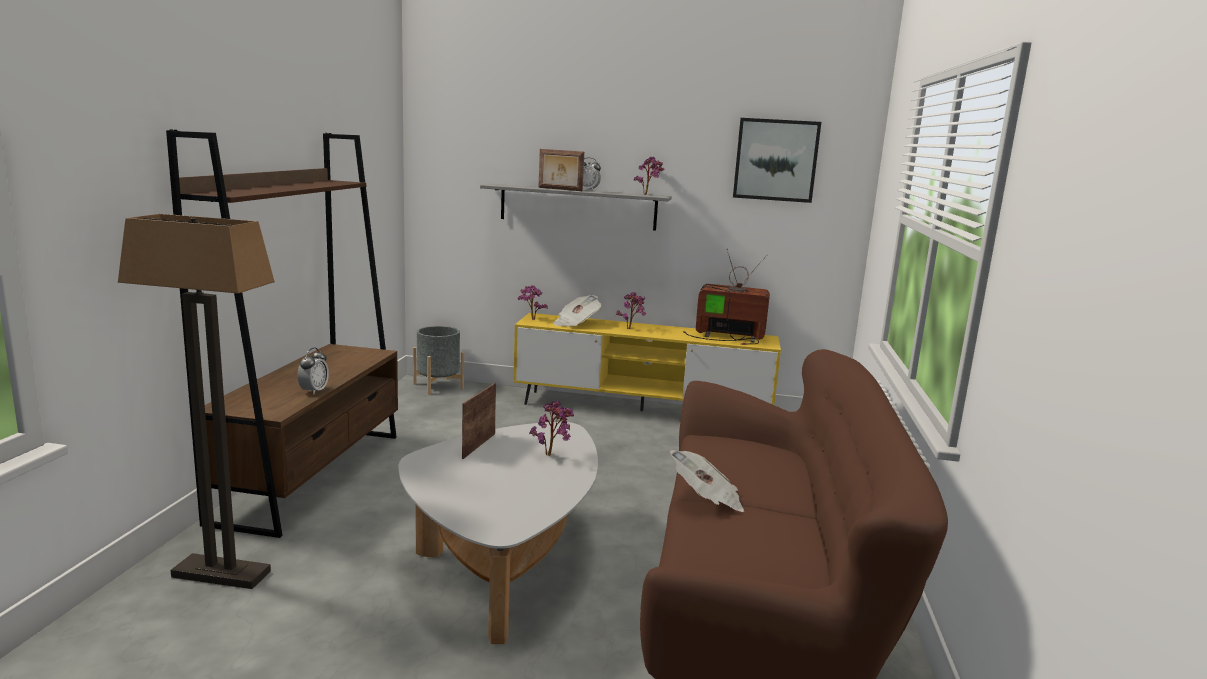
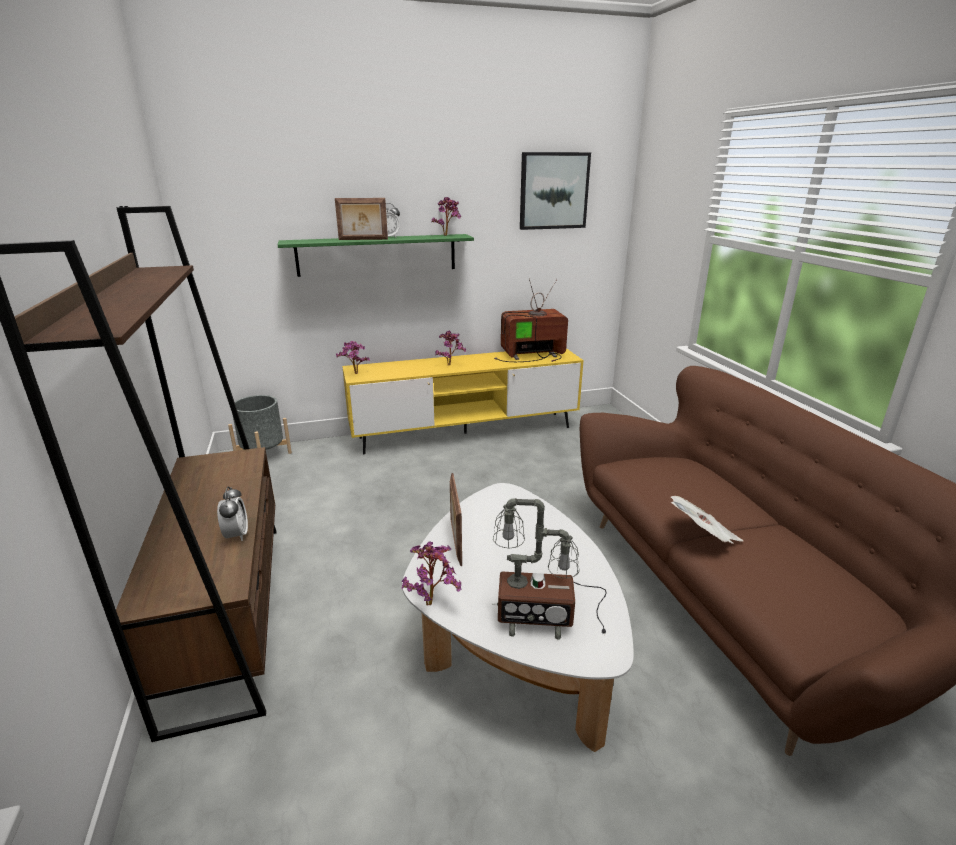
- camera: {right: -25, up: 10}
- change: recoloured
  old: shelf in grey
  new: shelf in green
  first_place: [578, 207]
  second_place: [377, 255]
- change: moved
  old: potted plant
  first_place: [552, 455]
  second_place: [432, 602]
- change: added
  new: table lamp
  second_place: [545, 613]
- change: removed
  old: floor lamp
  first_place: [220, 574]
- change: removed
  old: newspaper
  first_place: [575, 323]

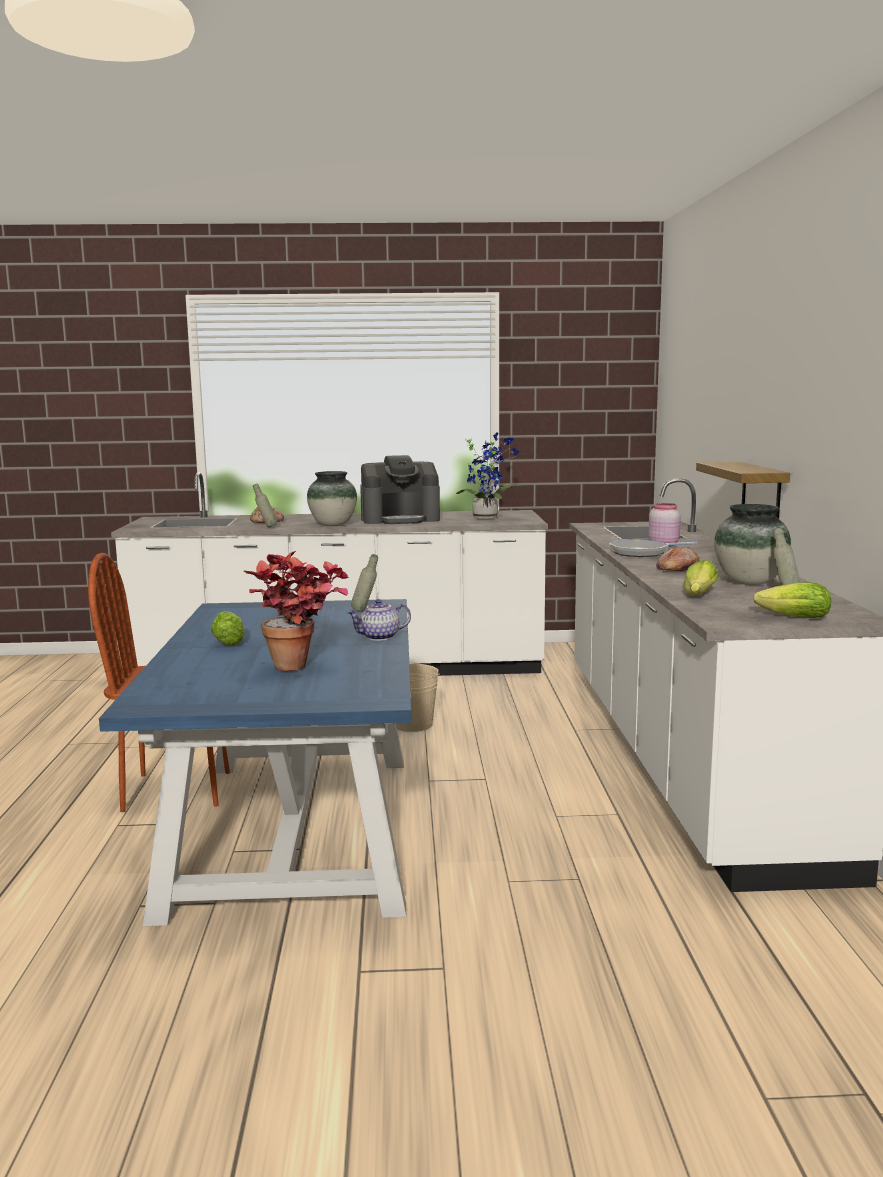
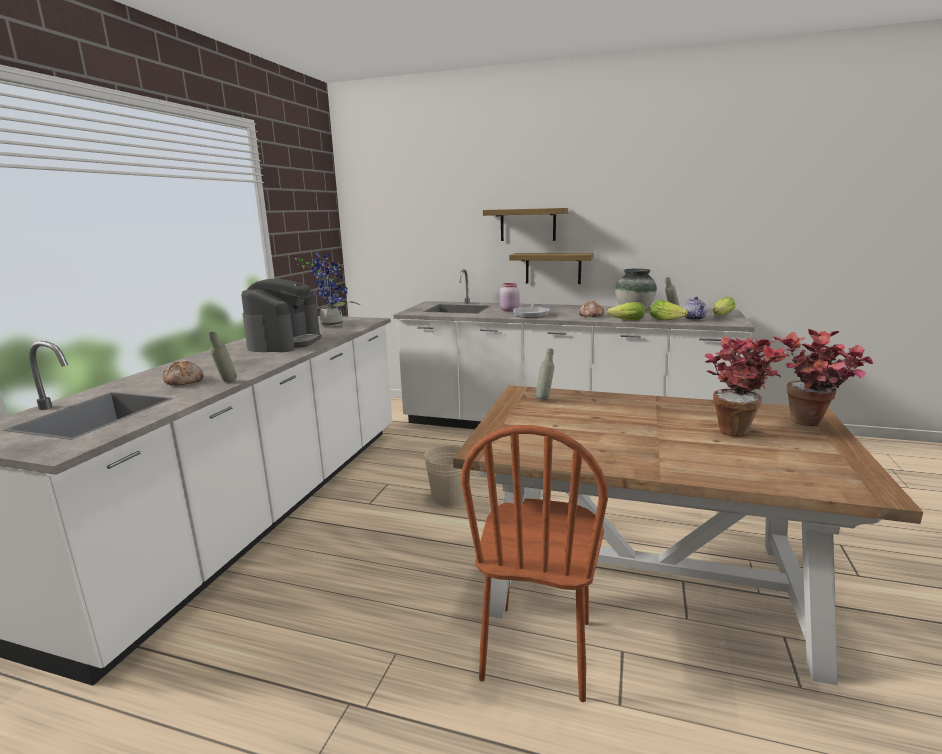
- camera: {right: -70, up: 5}
- change: recoloured
  old: dining table in blue
  new: dining table in brown
  first_place: [296, 830]
  second_place: [647, 579]
- change: added
  new: shelf
  second_place: [528, 224]
- change: moved
  old: lettuce
  first_place: [230, 641]
  second_place: [625, 320]
- change: moved
  old: teapot
  first_place: [379, 637]
  second_place: [694, 319]
- change: added
  new: potted plant
  second_place: [812, 426]
- change: removed
  old: vase
  first_place: [332, 525]

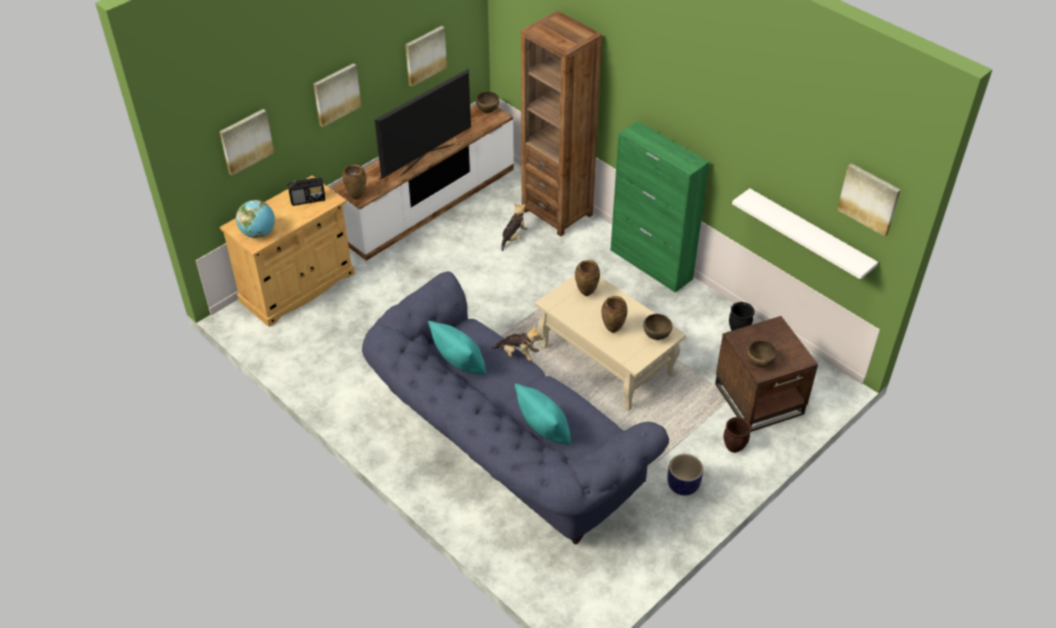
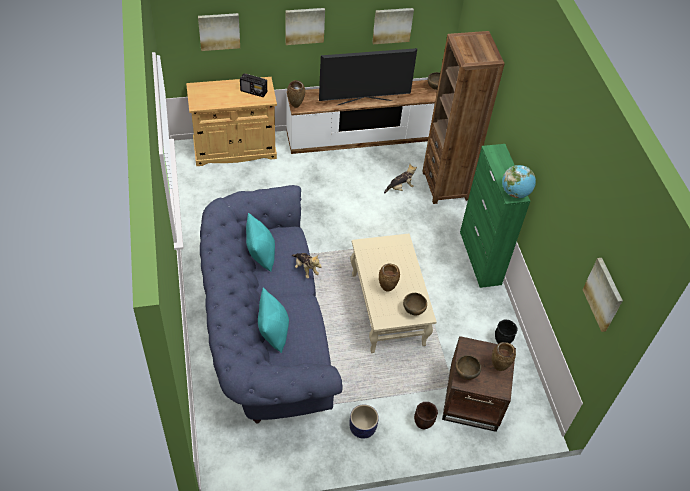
- camera: {right: 30, up: 5}
- change: moved
  old: vase in brown
  first_place: [586, 293]
  second_place: [498, 367]
- change: moved
  old: globe
  first_place: [258, 233]
  second_place: [515, 193]
- change: removed
  old: shelf in white
  first_place: [809, 235]

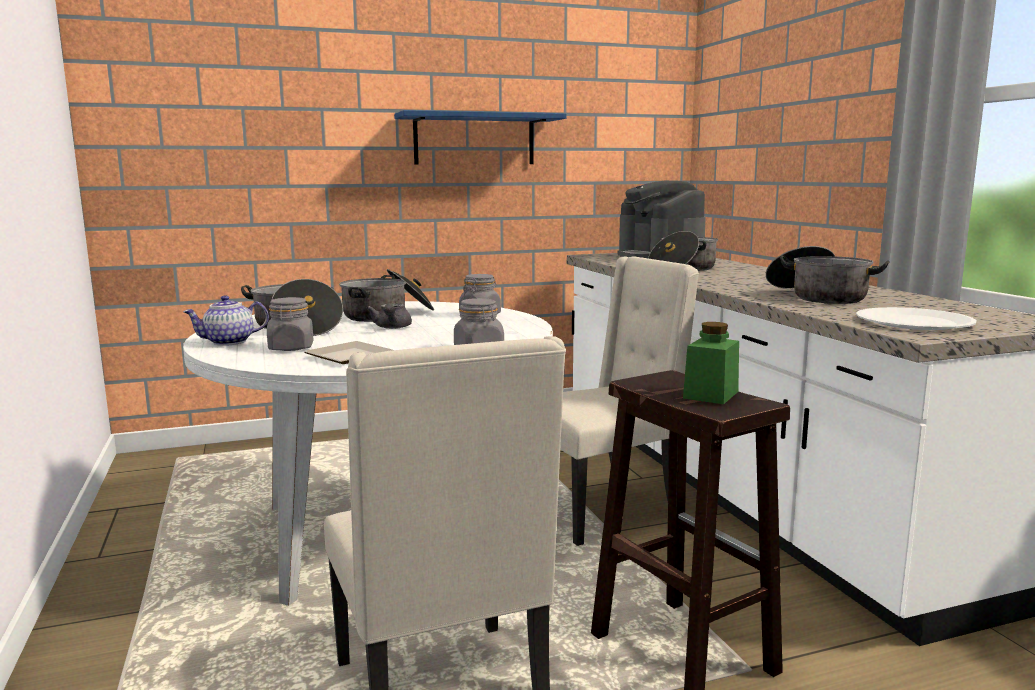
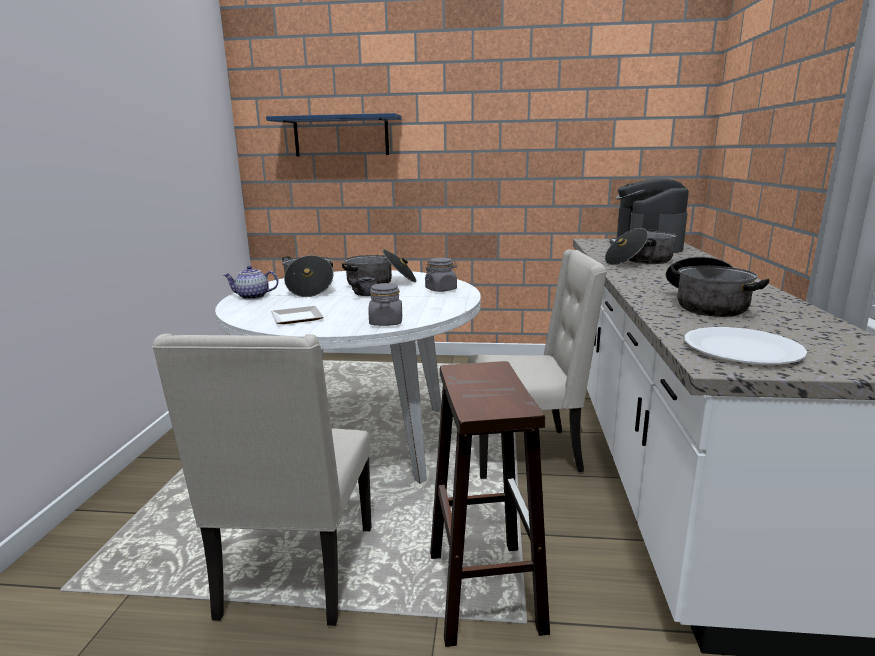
- camera: {right: 25, up: 5}
- change: moved
  old: shelf in blue
  first_place: [474, 139]
  second_place: [341, 136]
- change: removed
  old: jar in grey
  first_place: [291, 348]
- change: removed
  old: jar in green
  first_place: [711, 394]

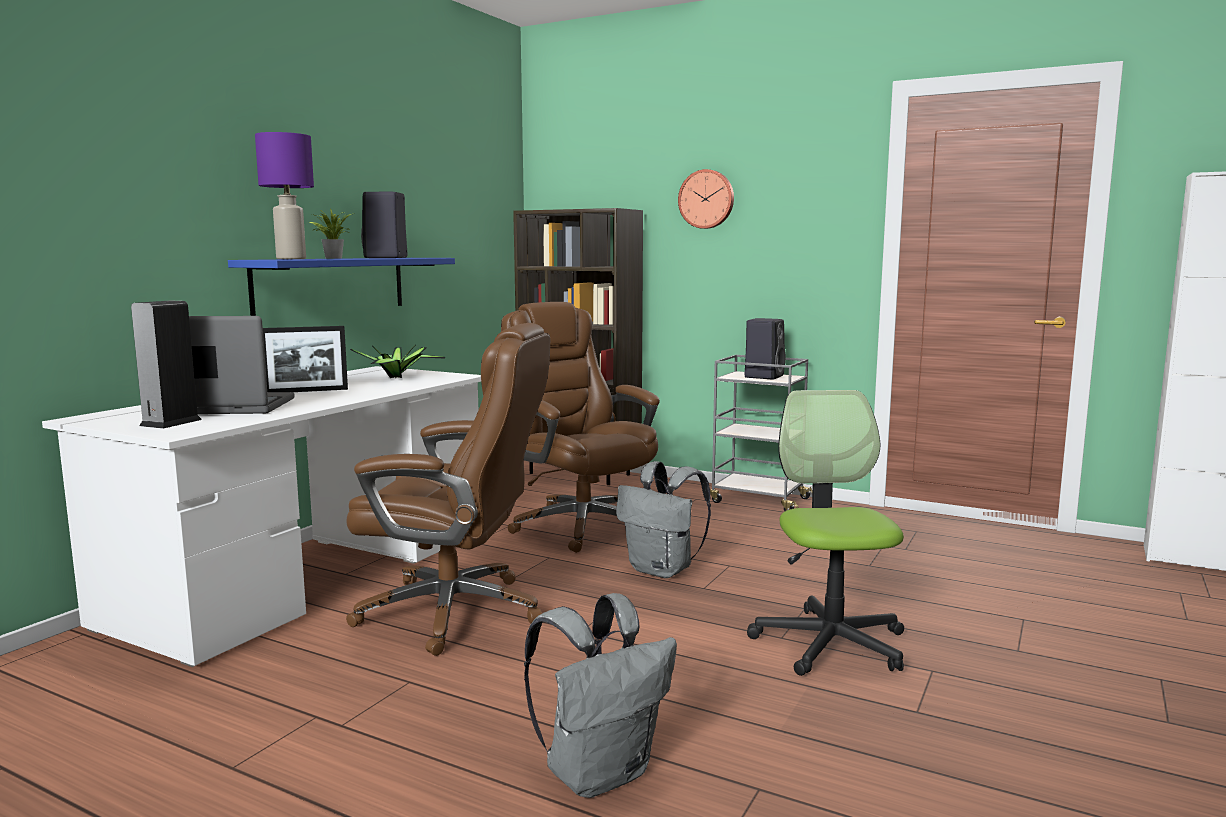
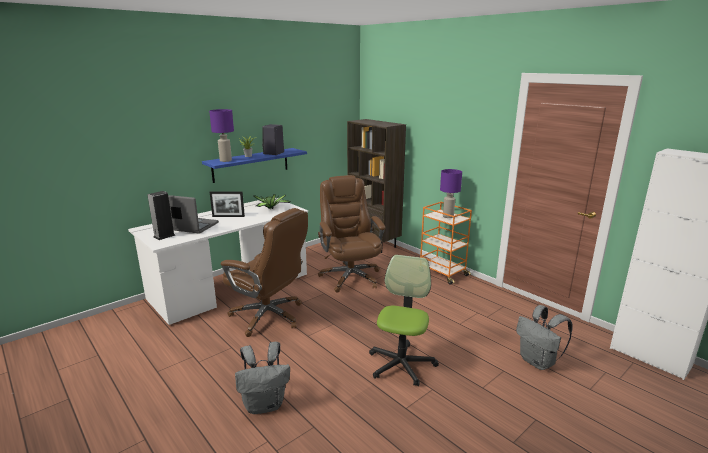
- camera: {right: 20, up: 10}
- change: recoloured
  old: cart in grey
  new: cart in orange
  first_place: [758, 500]
  second_place: [442, 273]
- change: replaced
  old: speaker in black
  new: table lamp in purple
  first_place: [764, 376]
  second_place: [448, 216]
- change: moved
  old: backpack in grey
  first_place: [663, 570]
  second_place: [538, 362]
- change: removed
  old: wall clock
  first_place: [707, 199]

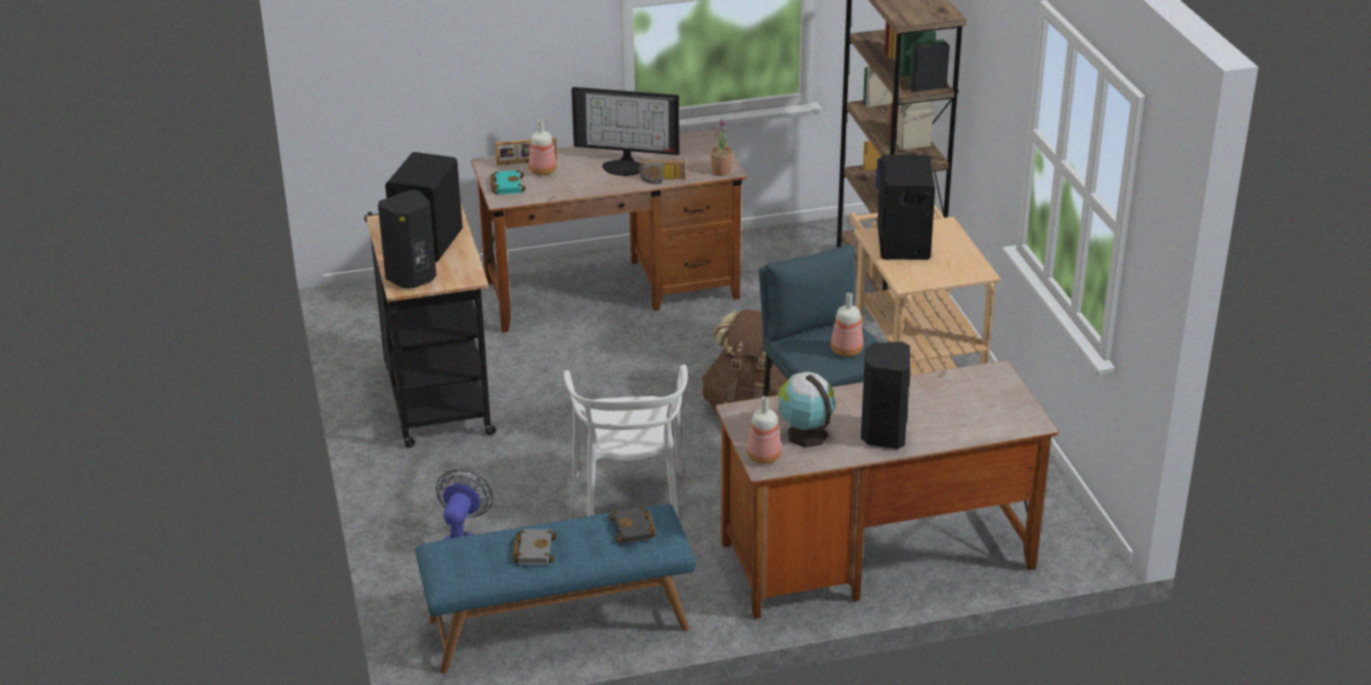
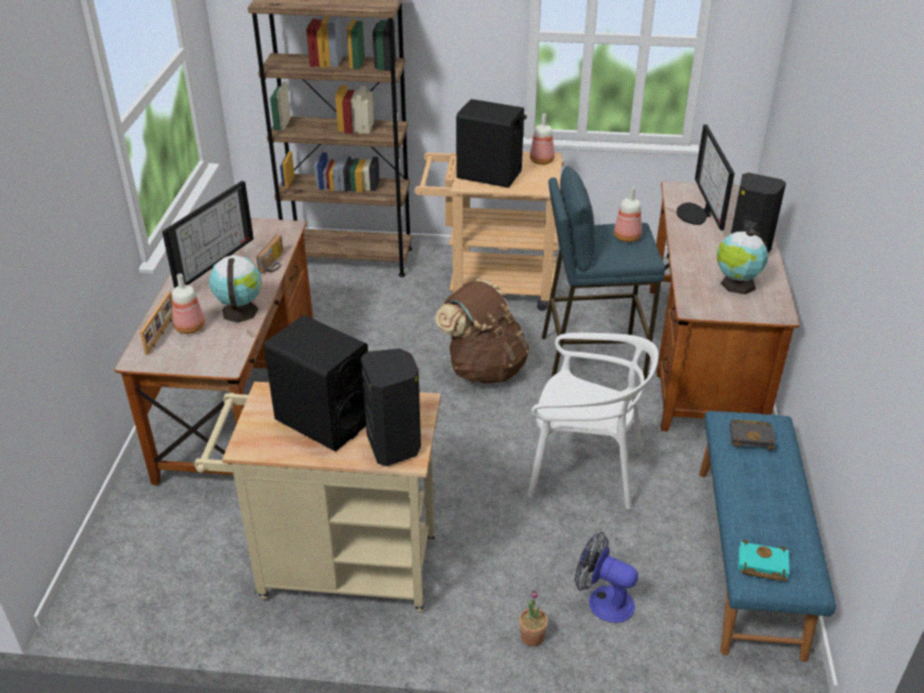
- camera: {right: -70, up: 5}
- change: recoloured
  old: cart in black
  new: cart in beige
  first_place: [436, 395]
  second_place: [337, 568]
- change: added
  new: globe
  second_place: [240, 310]
- change: moved
  old: potted plant
  first_place: [721, 171]
  second_place: [532, 637]
- change: moved
  old: bottle
  first_place: [764, 457]
  second_place: [542, 161]
- change: added
  new: monitor
  second_place: [696, 214]
- change: moved
  old: book in turquoise
  first_place: [506, 185]
  second_place: [761, 565]
- change: removed
  old: book in grey
  first_place: [533, 549]

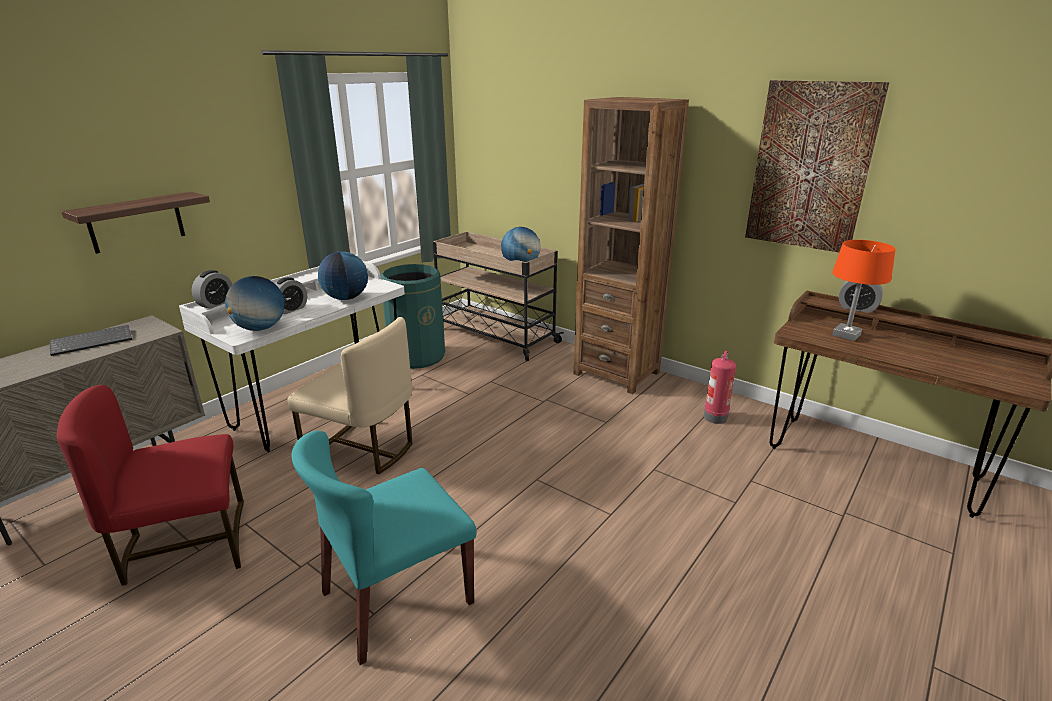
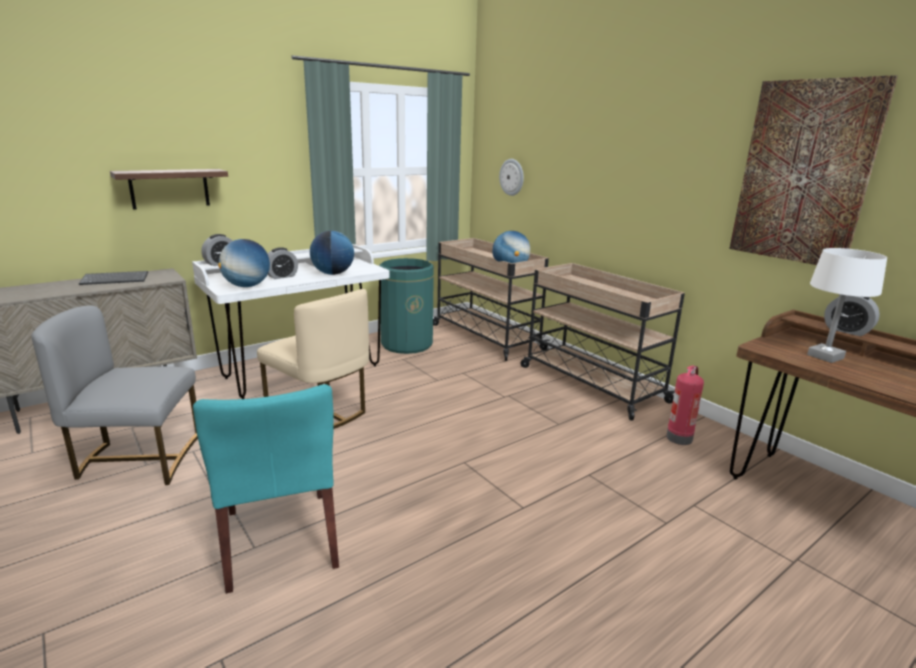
- camera: {right: 15, up: -5}
- change: recoloured
  old: chair in red
  new: chair in grey
  first_place: [186, 545]
  second_place: [138, 459]
- change: turned
  old: chair in turquoise
  first_place: [396, 598]
  second_place: [280, 539]
  degrees: -90
- change: added
  new: wall clock
  second_place: [512, 177]
- change: replaced
  old: bookcase in brown
  new: cart in beige
  first_place: [616, 373]
  second_place: [590, 383]
- change: recoloured
  old: table lamp in orange
  new: table lamp in white
  first_place: [846, 335]
  second_place: [825, 357]

